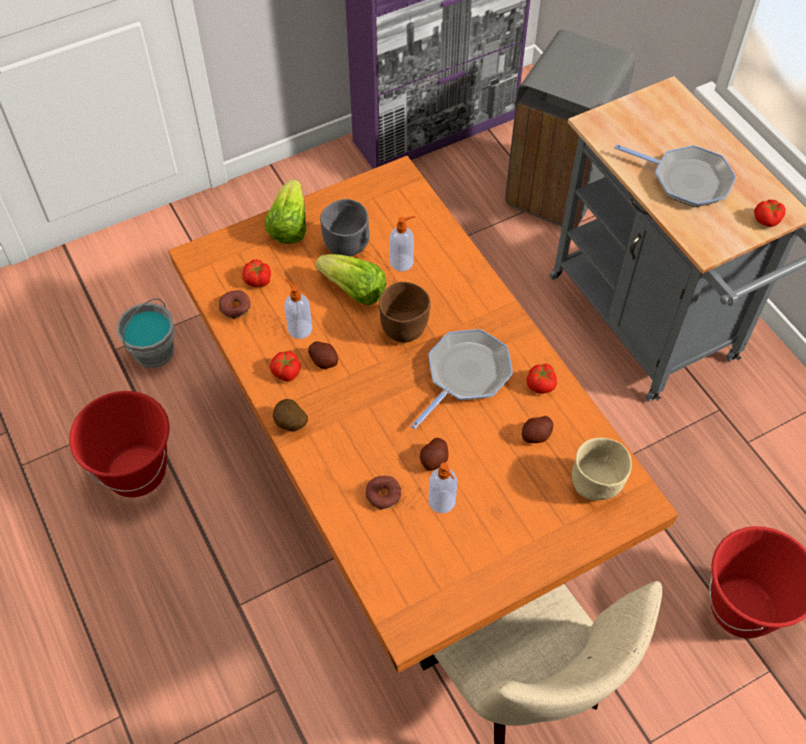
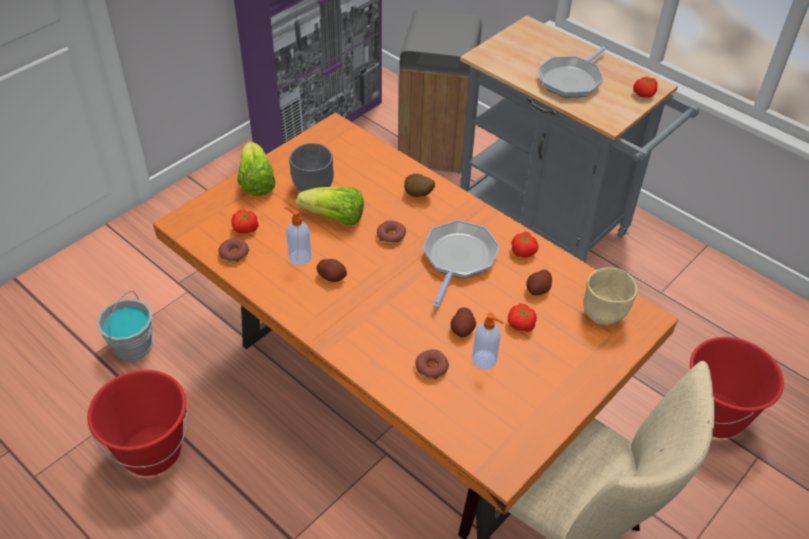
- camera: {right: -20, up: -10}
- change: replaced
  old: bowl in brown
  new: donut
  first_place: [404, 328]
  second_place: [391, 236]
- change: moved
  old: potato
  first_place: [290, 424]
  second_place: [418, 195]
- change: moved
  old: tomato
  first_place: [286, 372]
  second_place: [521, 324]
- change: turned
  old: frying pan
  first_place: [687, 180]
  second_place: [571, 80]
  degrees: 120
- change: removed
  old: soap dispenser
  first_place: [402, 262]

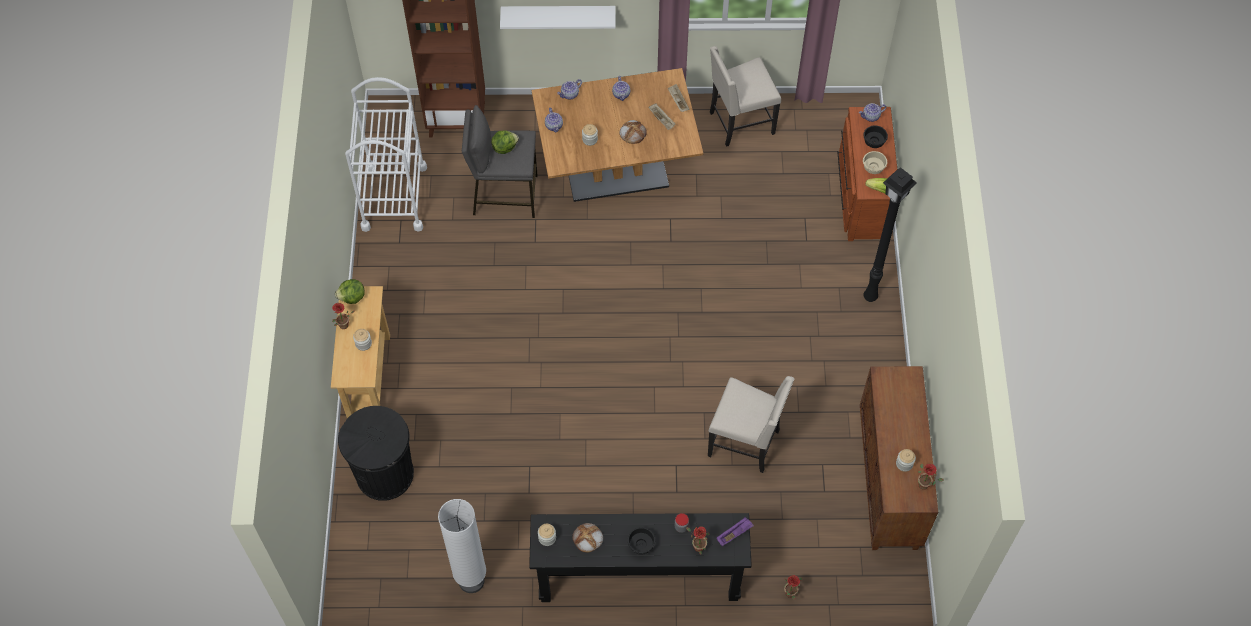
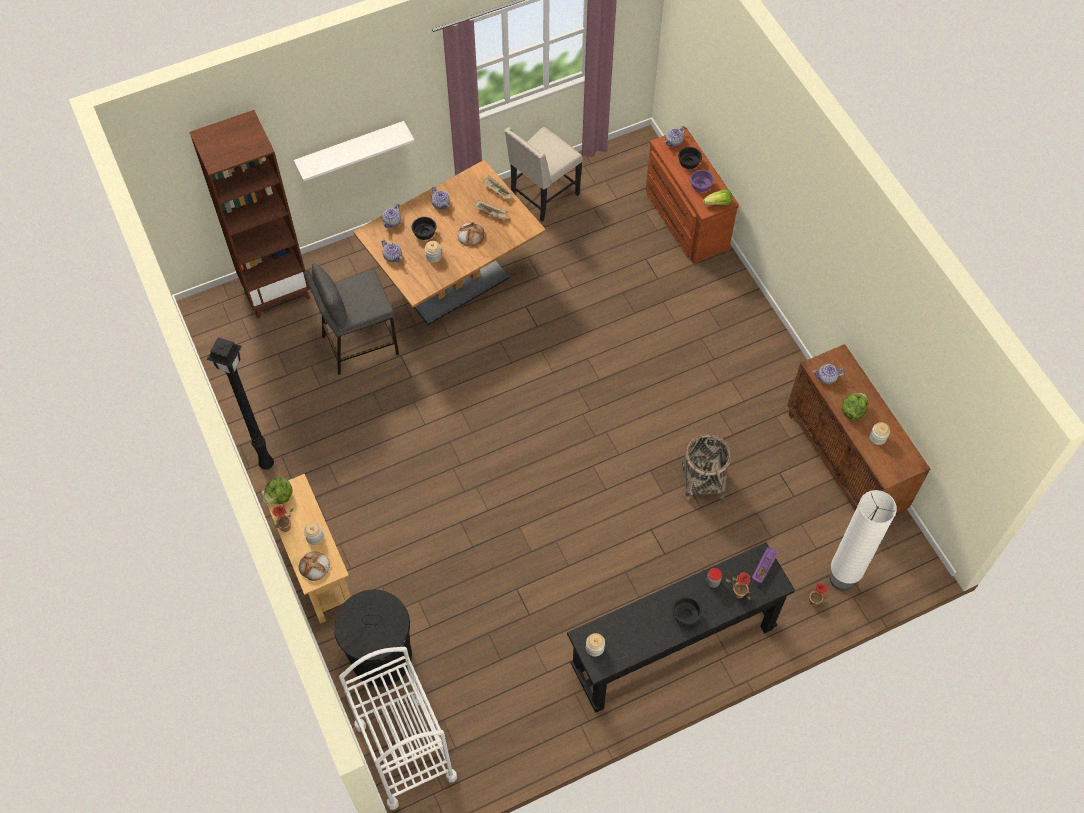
- camera: {right: -25, up: 0}
- change: moved
  old: floor lamp in black
  first_place: [870, 298]
  second_place: [267, 465]
- change: moved
  old: bread
  first_place: [587, 538]
  second_place: [314, 567]
- change: moved
  old: cart in white
  first_place: [394, 197]
  second_place: [405, 751]
- change: added
  new: bowl in black
  second_place: [424, 234]
- change: replaced
  old: chair in beige
  new: basket
  first_place: [746, 442]
  second_place: [702, 482]
- change: recoloured
  old: bowl in beige
  new: bowl in purple
  first_place: [874, 167]
  second_place: [701, 186]
- change: added
  new: teapot
  second_place: [826, 378]
- change: moved
  old: floor lamp in white
  first_place: [471, 581]
  second_place: [842, 578]
- change: moved
  old: lettuce
  first_place: [504, 147]
  second_place: [852, 411]
- change: removed
  old: potted plant
  first_place: [925, 485]

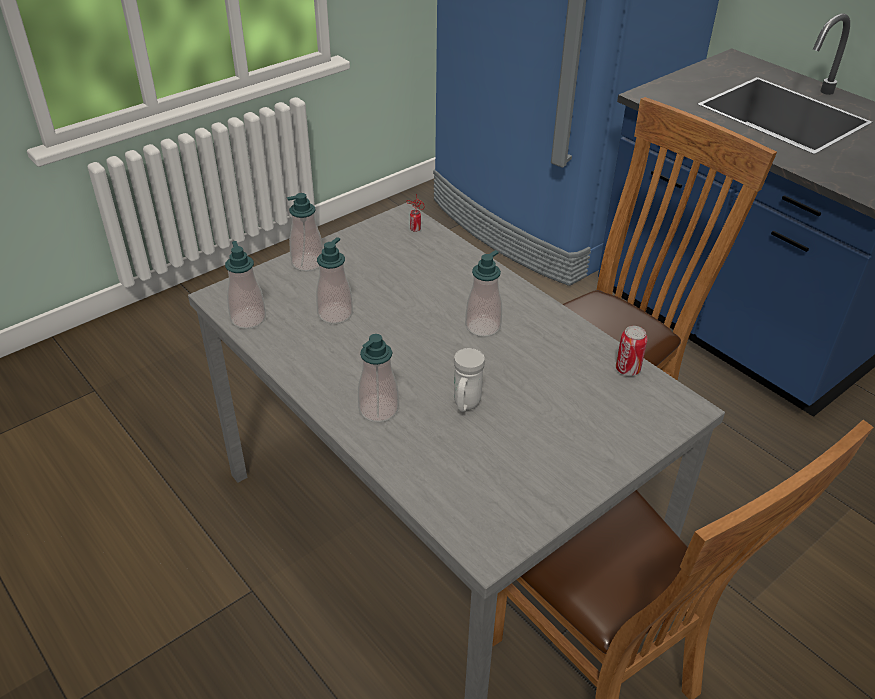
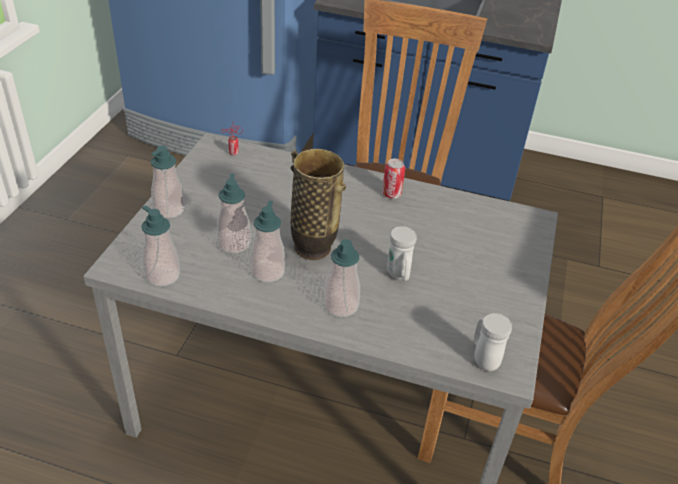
- camera: {right: -35, up: 0}
- change: moved
  old: soap dispenser
  first_place: [483, 326]
  second_place: [268, 272]
- change: added
  new: vase
  second_place: [313, 248]
- change: moved
  old: can
  first_place: [627, 369]
  second_place: [391, 194]
- change: added
  new: mug in white
  second_place: [483, 358]

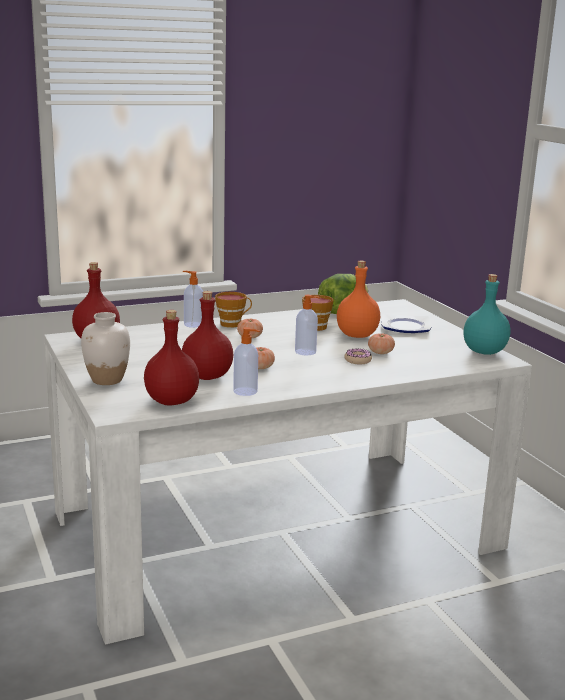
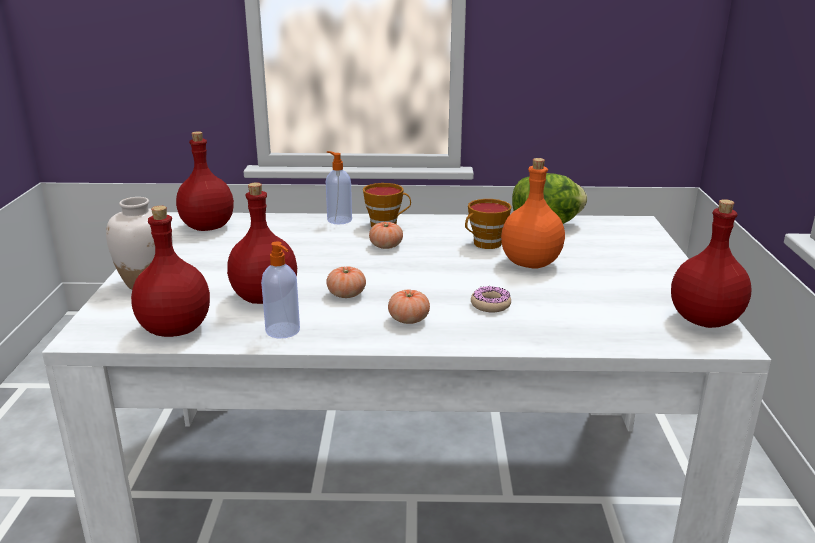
- camera: {right: 25, up: 5}
- change: moved
  old: tomato
  first_place: [380, 352]
  second_place: [408, 319]
- change: recoloured
  old: bottle in turquoise
  new: bottle in red
  first_place: [483, 351]
  second_place: [703, 320]
- change: removed
  old: soap dispenser
  first_place: [306, 352]
- change: removed
  old: plate
  first_place: [404, 327]

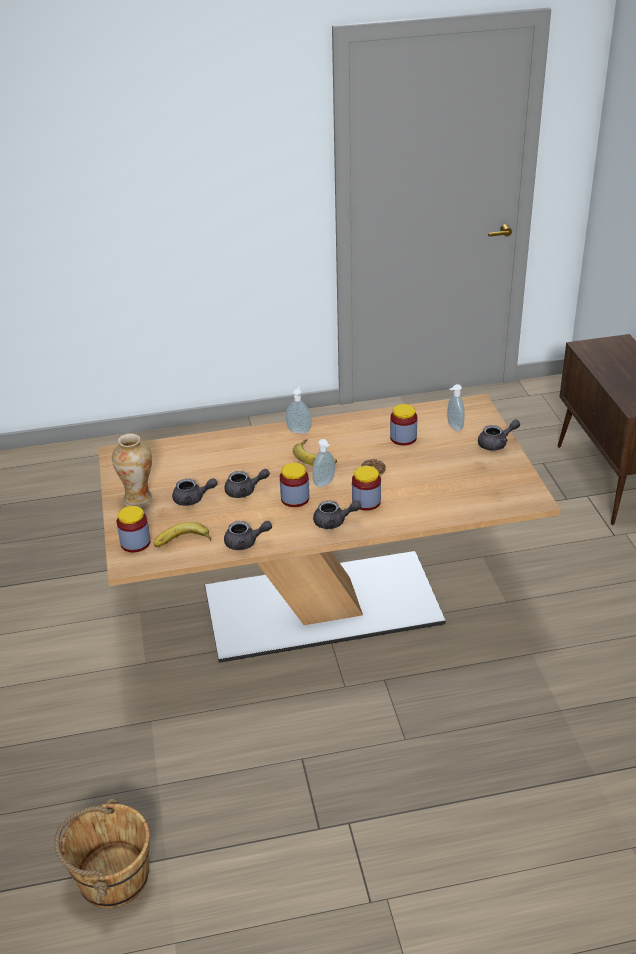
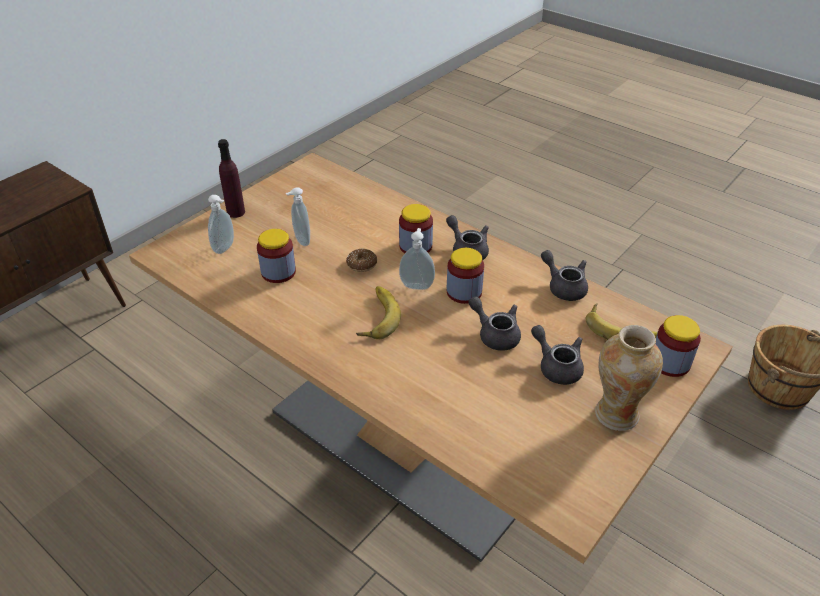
- camera: {right: -130, up: 5}
- change: replaced
  old: teapot in grey
  new: bottle in purple
  first_place: [497, 444]
  second_place: [236, 212]
- change: moved
  old: soap dispenser
  first_place: [299, 430]
  second_place: [301, 241]

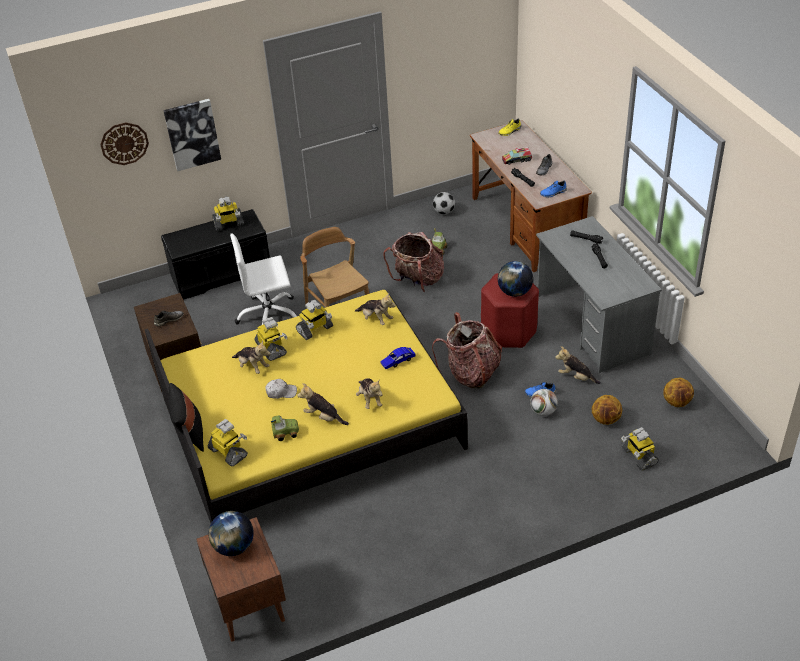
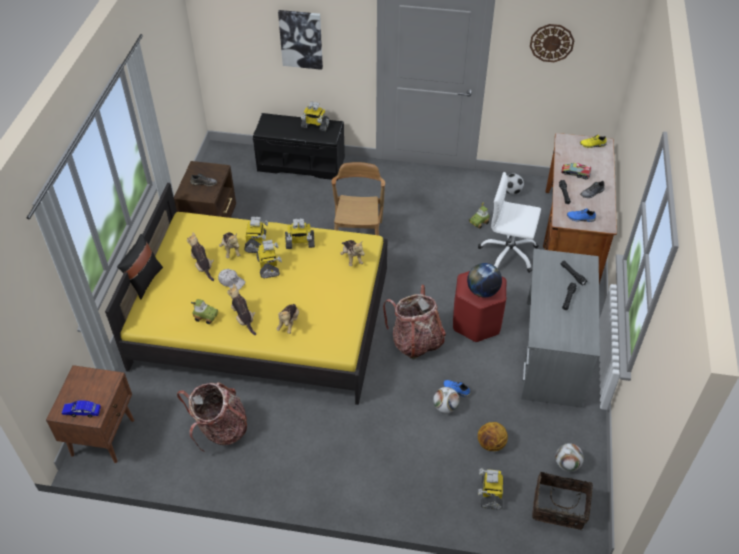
- camera: {right: 30, up: 5}
- change: moved
  old: toy car in blue
  first_place: [398, 361]
  second_place: [82, 412]
- change: moved
  old: backpack
  first_place: [418, 280]
  second_place: [220, 429]
- change: moved
  old: plush toy
  first_place: [576, 377]
  second_place: [203, 266]
- change: moved
  old: toy robot
  first_place: [229, 452]
  second_place: [269, 267]
- change: moved
  old: office chair in white
  first_place: [269, 316]
  second_place: [508, 254]
- change: moved
  old: wall clock
  first_place: [124, 143]
  second_place: [551, 42]
- change: added
  new: basket
  second_place: [559, 509]
- change: replaced
  old: basketball
  new: football
  first_place: [677, 402]
  second_place: [567, 464]
- change: removed
  old: globe
  first_place: [234, 547]

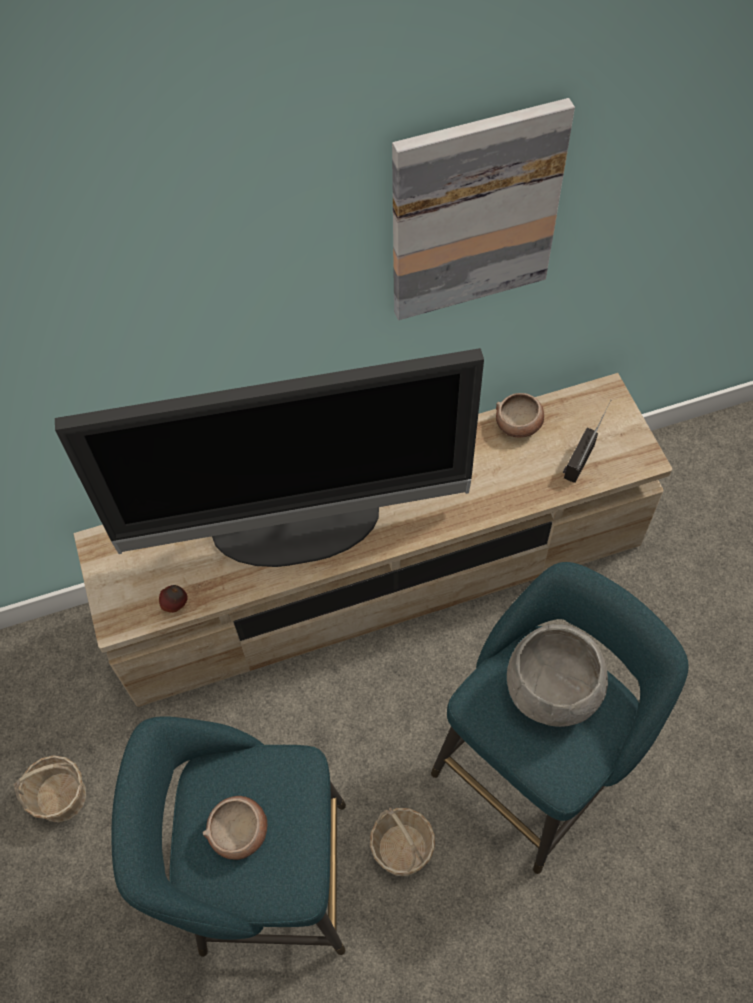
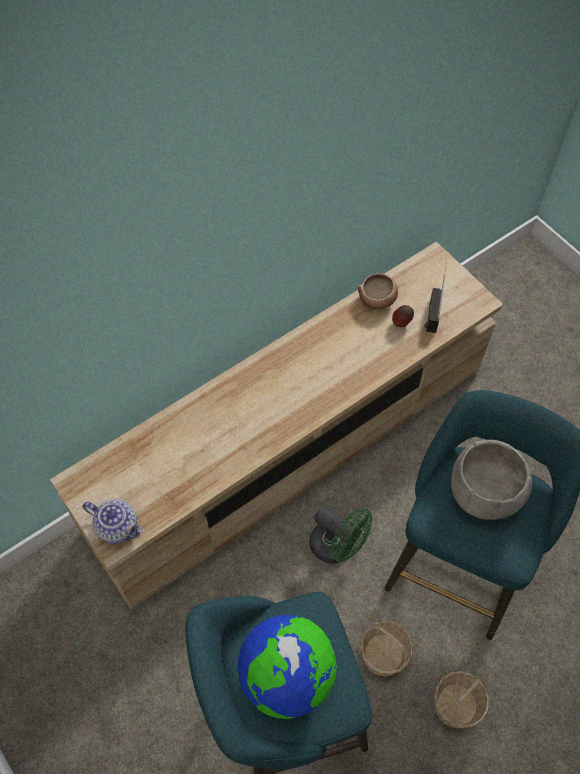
- camera: {right: -20, up: 0}
- change: added
  new: teapot
  second_place: [118, 527]
- change: replaced
  old: bowl
  new: globe
  first_place: [240, 832]
  second_place: [287, 676]
- change: added
  new: fan in green
  second_place: [337, 547]
- change: moved
  old: apple
  first_place: [176, 605]
  second_place: [401, 323]
- change: moved
  old: basket
  first_place: [60, 797]
  second_place: [455, 705]
- change: removed
  old: television
  first_place: [296, 528]
- change: removed
  old: picture
  first_place: [474, 213]

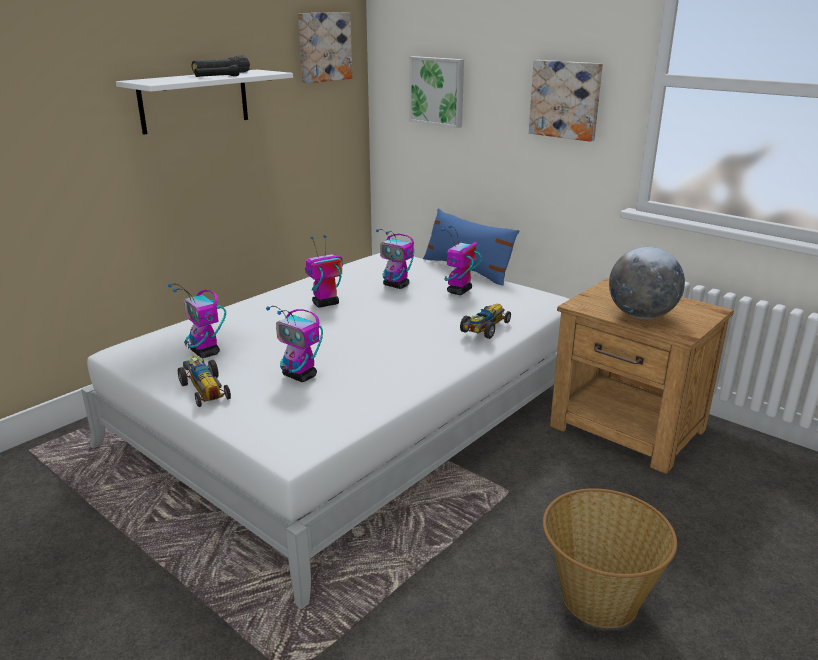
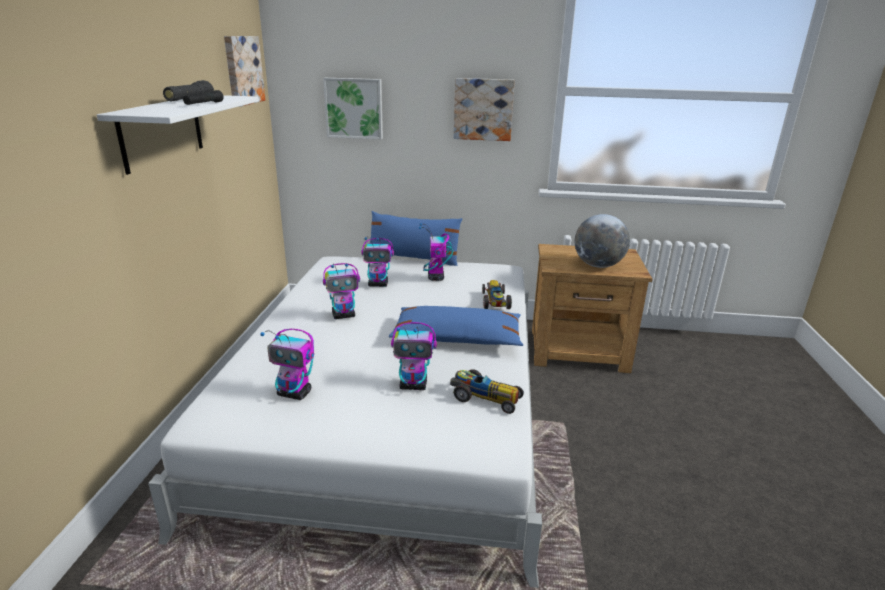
- camera: {right: -35, up: 0}
- change: turned
  old: toy robot
  first_place: [325, 304]
  second_place: [344, 315]
  degrees: -135
- change: added
  new: pillow in blue
  second_place: [457, 338]
- change: moved
  old: toy car
  first_place: [204, 389]
  second_place: [484, 397]
- change: removed
  old: basket
  first_place: [598, 597]

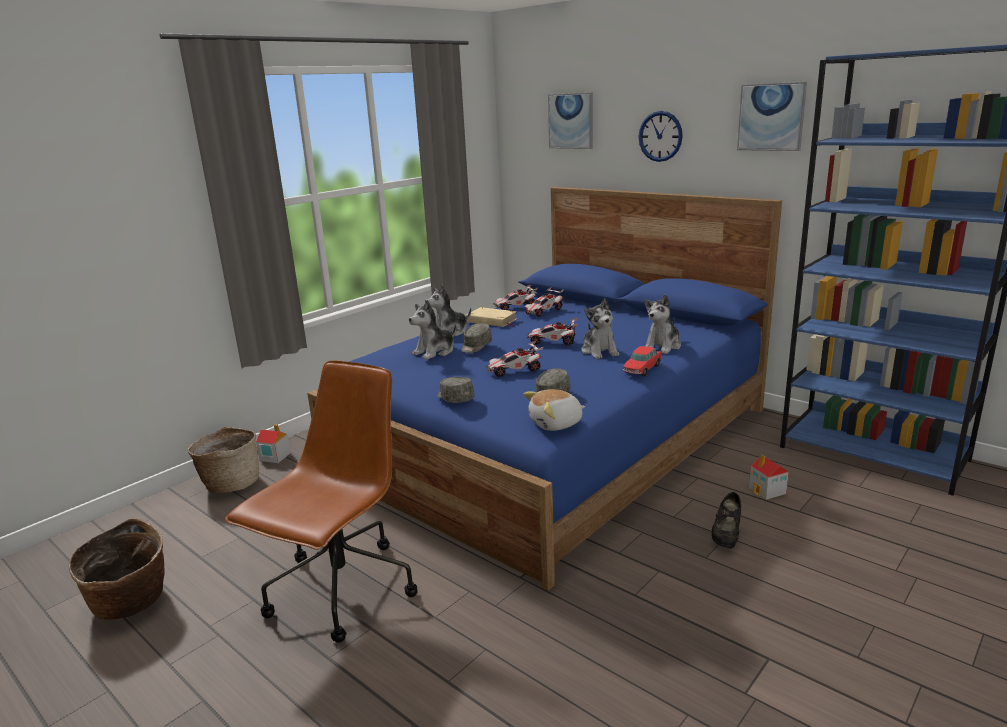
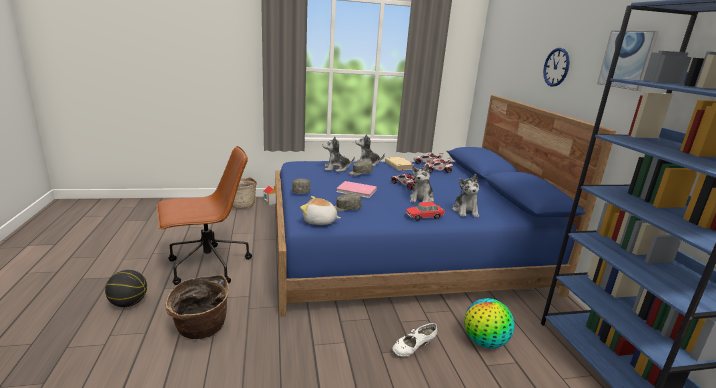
- camera: {right: 35, up: 0}
- change: added
  new: basketball
  second_place: [129, 303]
- change: moved
  old: basket
  first_place: [131, 604]
  second_place: [200, 329]
- change: replaced
  old: toy car
  new: book in pink
  first_place: [515, 370]
  second_place: [356, 191]
- change: recoloured
  old: shoe in black
  new: shoe in white
  first_place: [726, 535]
  second_place: [413, 349]
- change: turned
  old: plush toy
  first_place: [662, 346]
  second_place: [465, 211]
  degrees: -75
- change: replaced
  old: toy house
  new: globe
  first_place: [767, 491]
  second_place: [485, 342]
- change: removed
  old: picture
  first_place: [571, 121]

